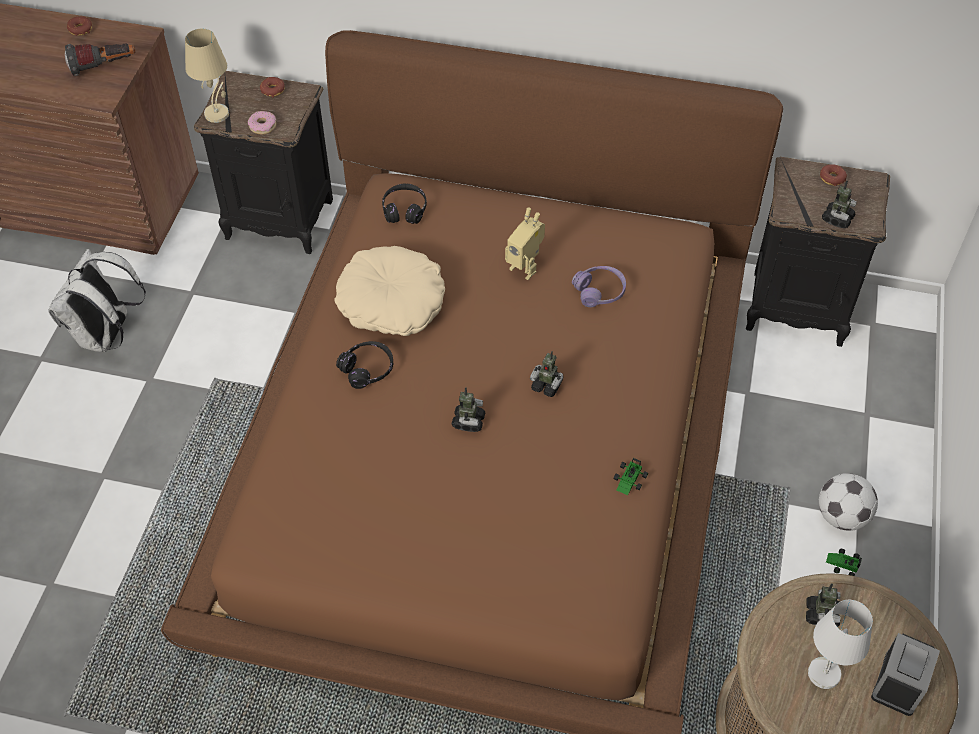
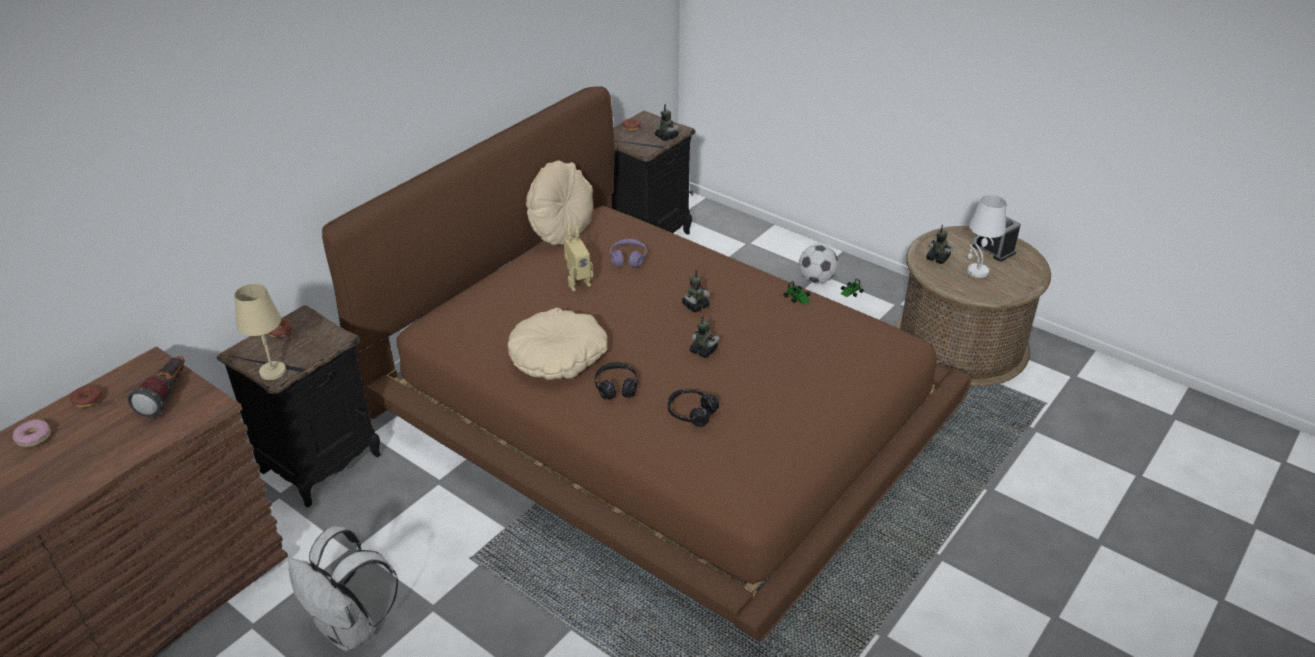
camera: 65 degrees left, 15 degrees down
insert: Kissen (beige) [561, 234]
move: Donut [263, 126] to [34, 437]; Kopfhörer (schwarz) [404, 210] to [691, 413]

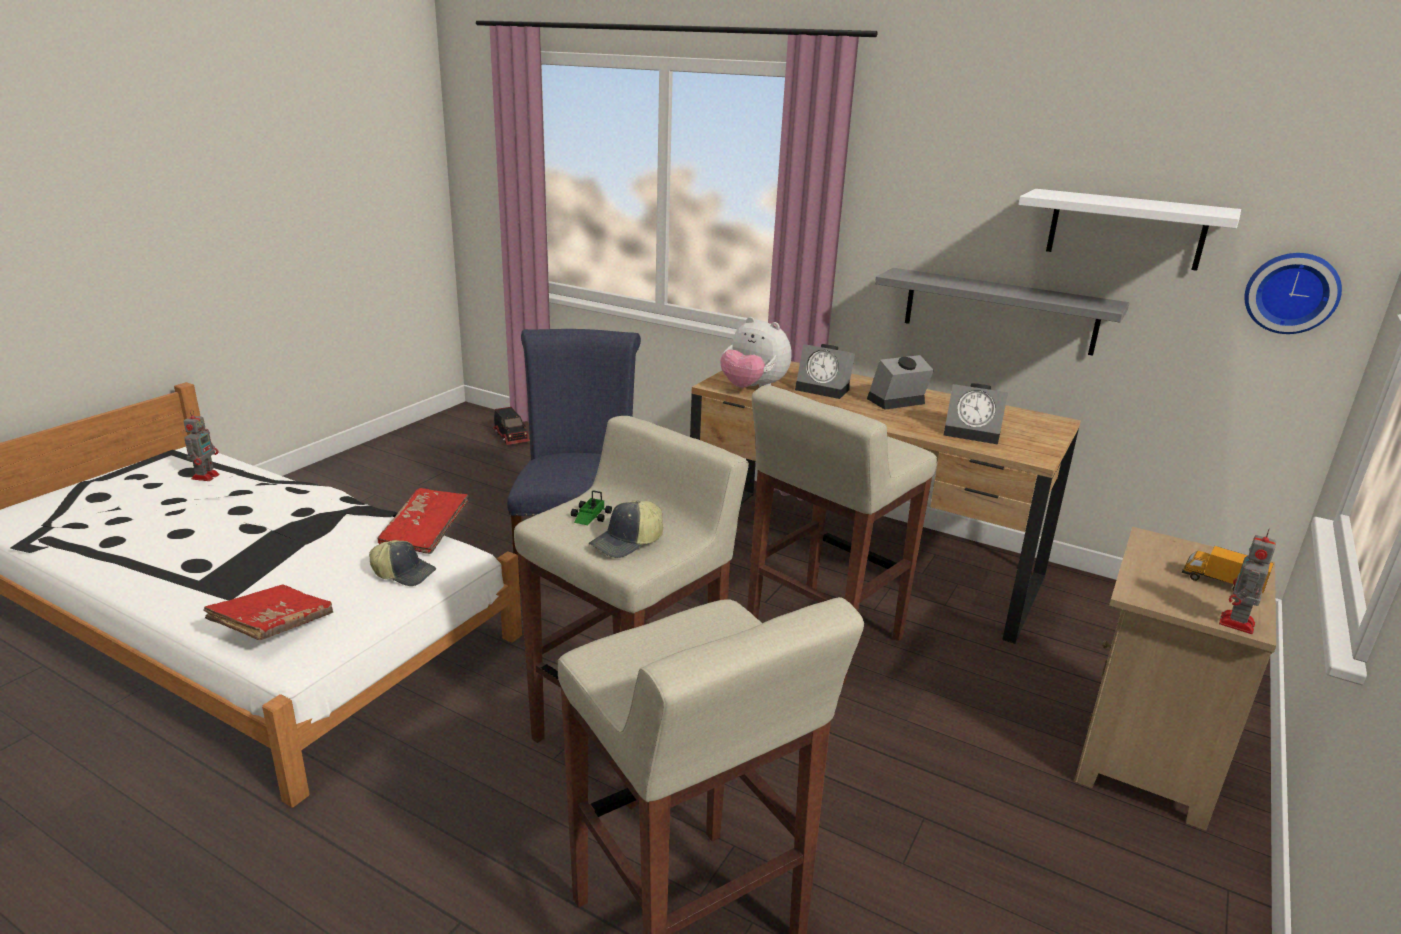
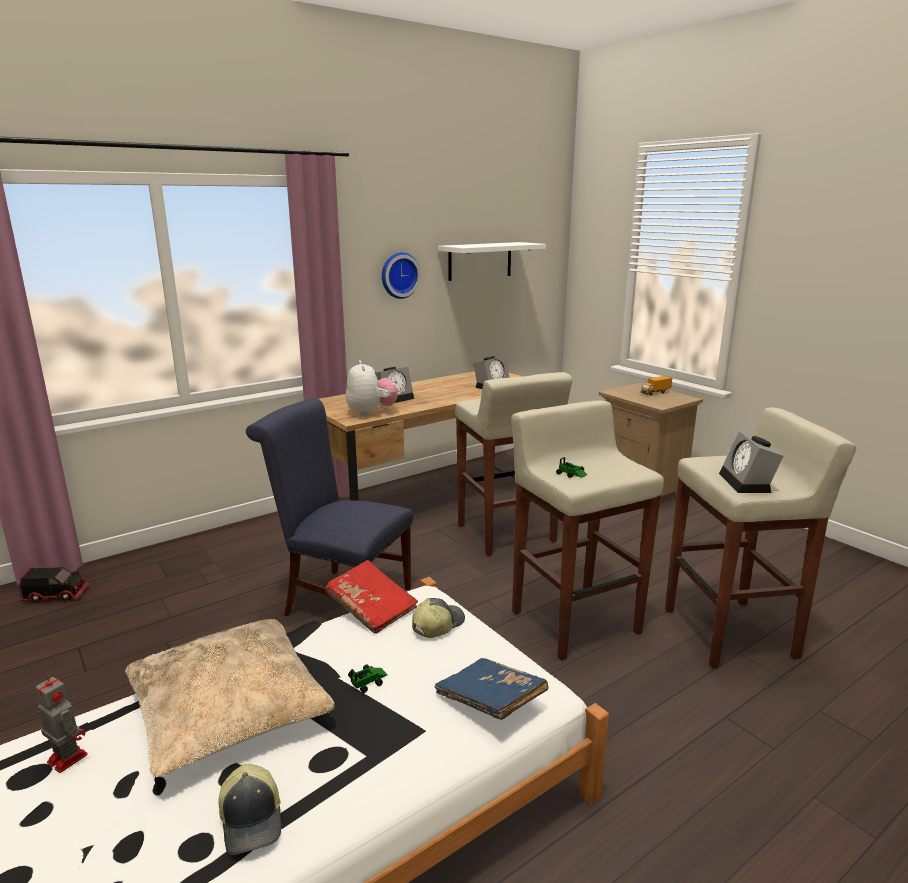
camera: 65 degrees left, 5 degrees down
delete: Wandregal (grau) [999, 311]; Spielzeugroboter [1236, 624]
insert: Kissen (beige) [229, 708]; Spielzeugauto [369, 679]
move: Wanduhr [1291, 292] to [399, 275]; Wecker [896, 402] to [748, 483]; Kappe [628, 543] to [253, 819]
recolor: Buch (rot) [273, 626] to Buch (blau) [490, 701]
rotate: Plüschtier [753, 388] = [371, 412] 75 degrees counterclockwise

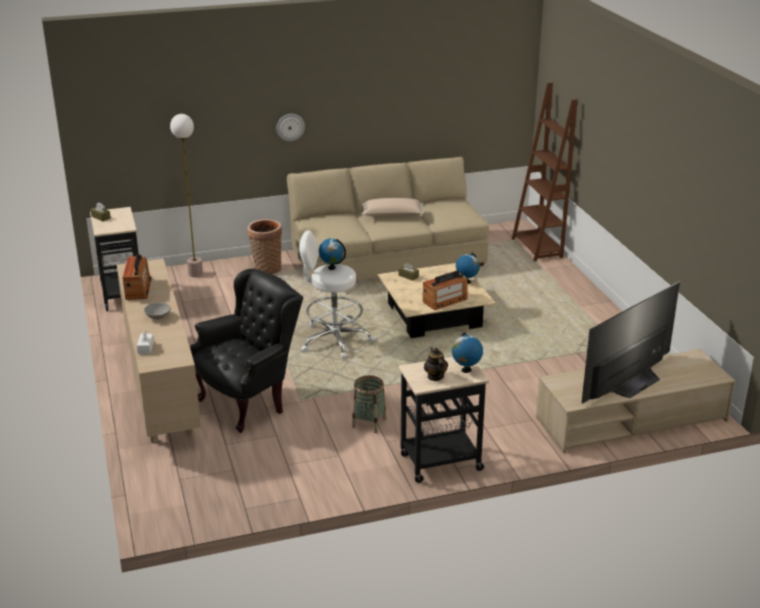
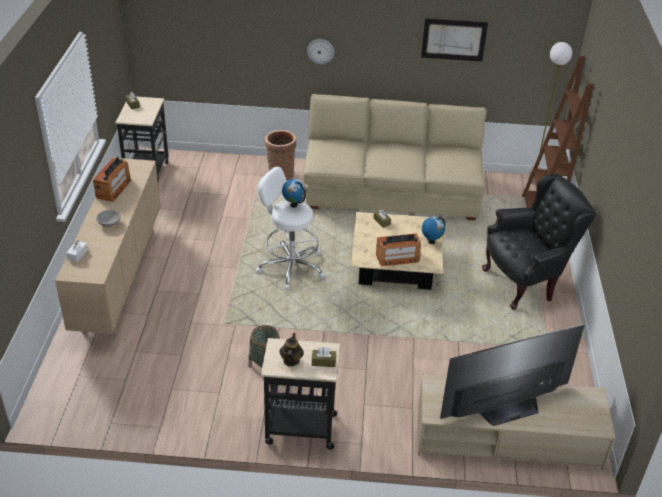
camera: 20 degrees right, 10 degrees up
delete: Kissen (beige) [392, 216]
insert: Bild [454, 39]
move: Stehlampe [195, 273] to [534, 181]; Sessel (schwarz) [249, 402] to [525, 283]
replace: Globus [466, 370] to Taschentuchbox (braun) [323, 362]

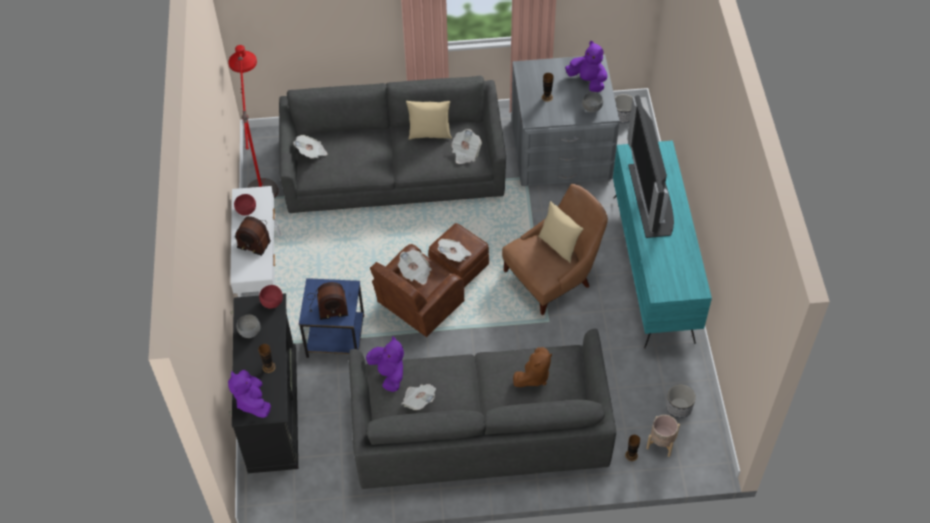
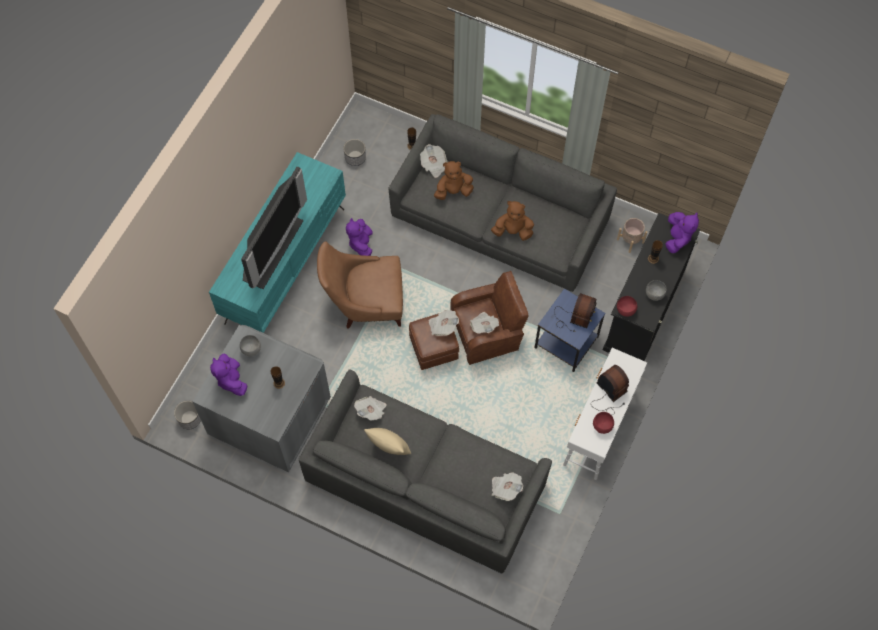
camera: 150 degrees left, 10 degrees up
delete: Stehlampe (rot) [262, 174]; Kissen (beige) [559, 245]
insert: Plüschtier (braun) [513, 231]
move: Plüschtier (lila) [389, 374] to [361, 244]; Zeitung [418, 400] to [434, 165]; Pflanzkübel (beige) [661, 442] to [630, 240]
rotate: Radio [327, 304] = [574, 317] 90 degrees clockwise

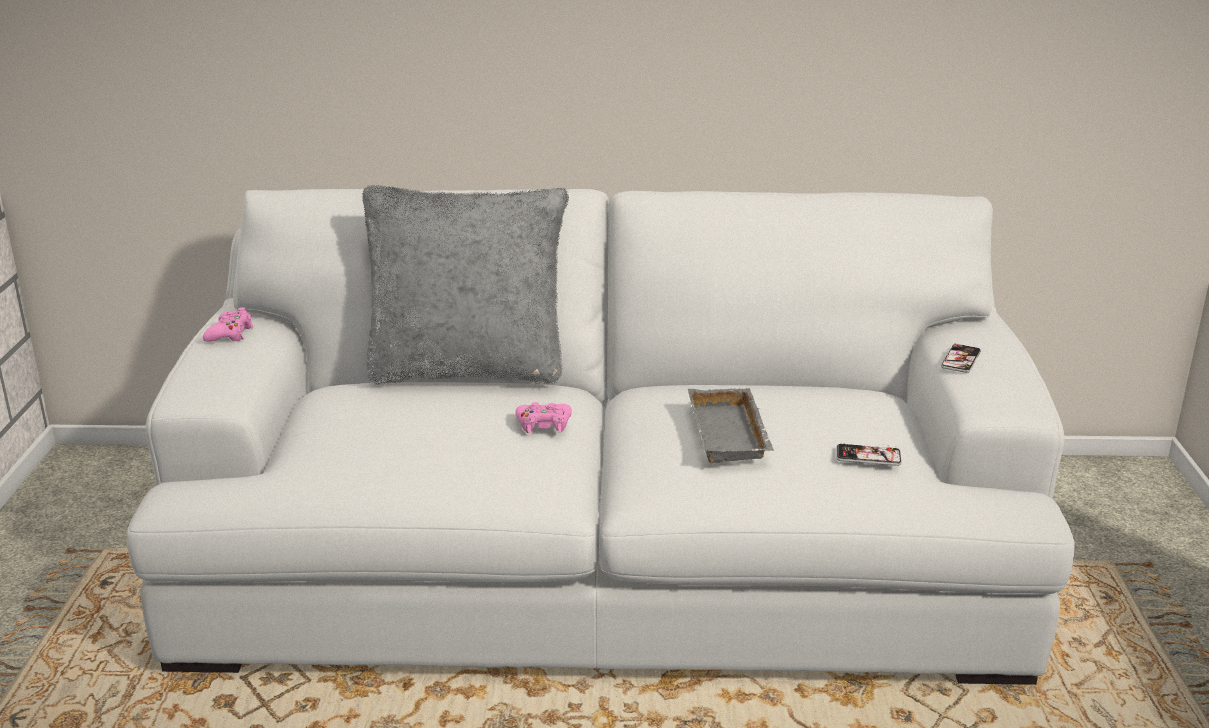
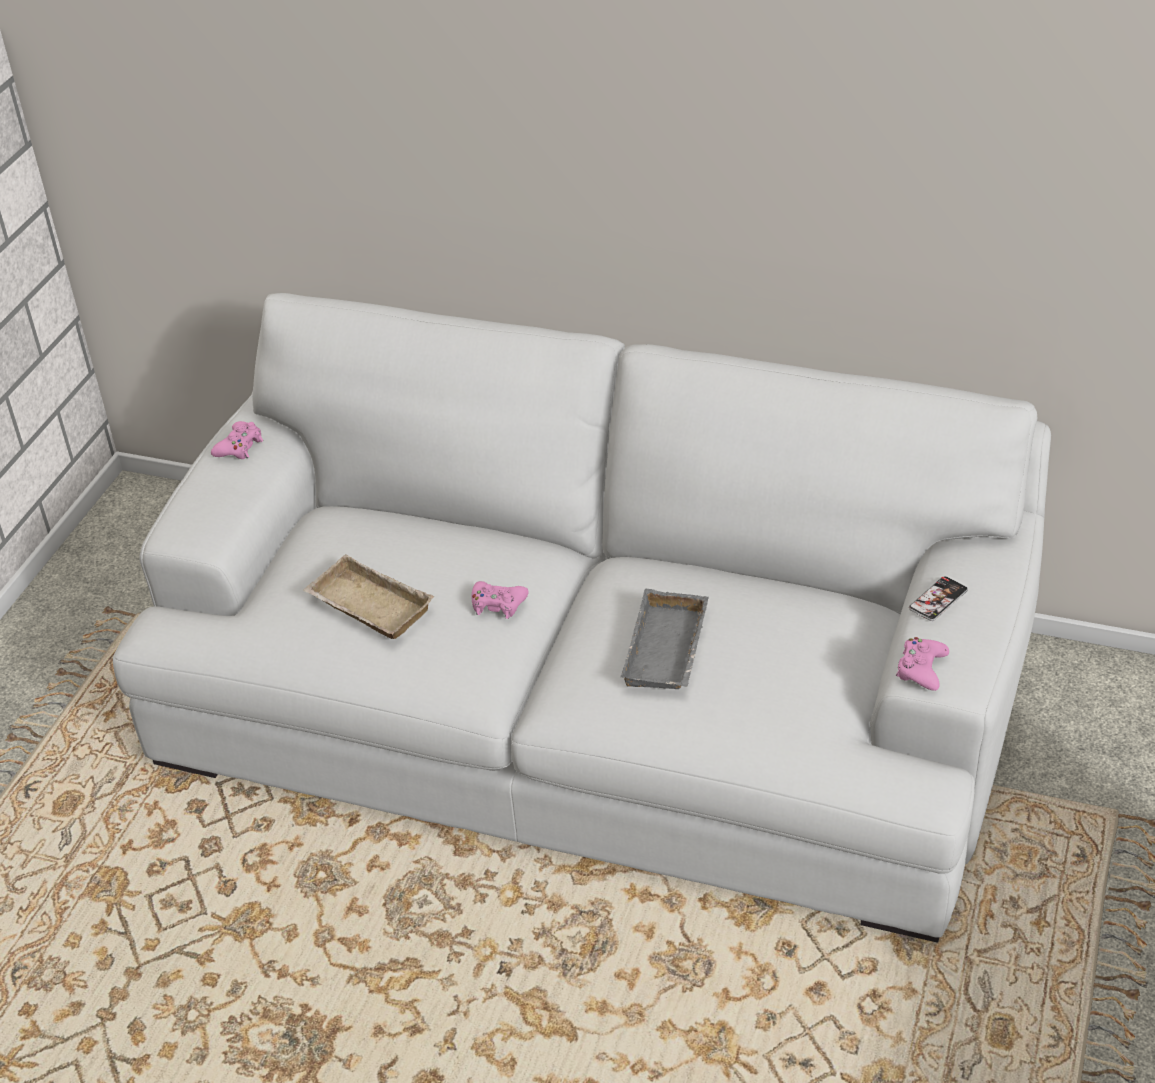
camera: 20 degrees right, 15 degrees up
delete: Kissen (grau) [469, 375]; Handy [868, 456]
insert: Tablett (beige) [366, 607]; Gamepad (rosa) [921, 669]

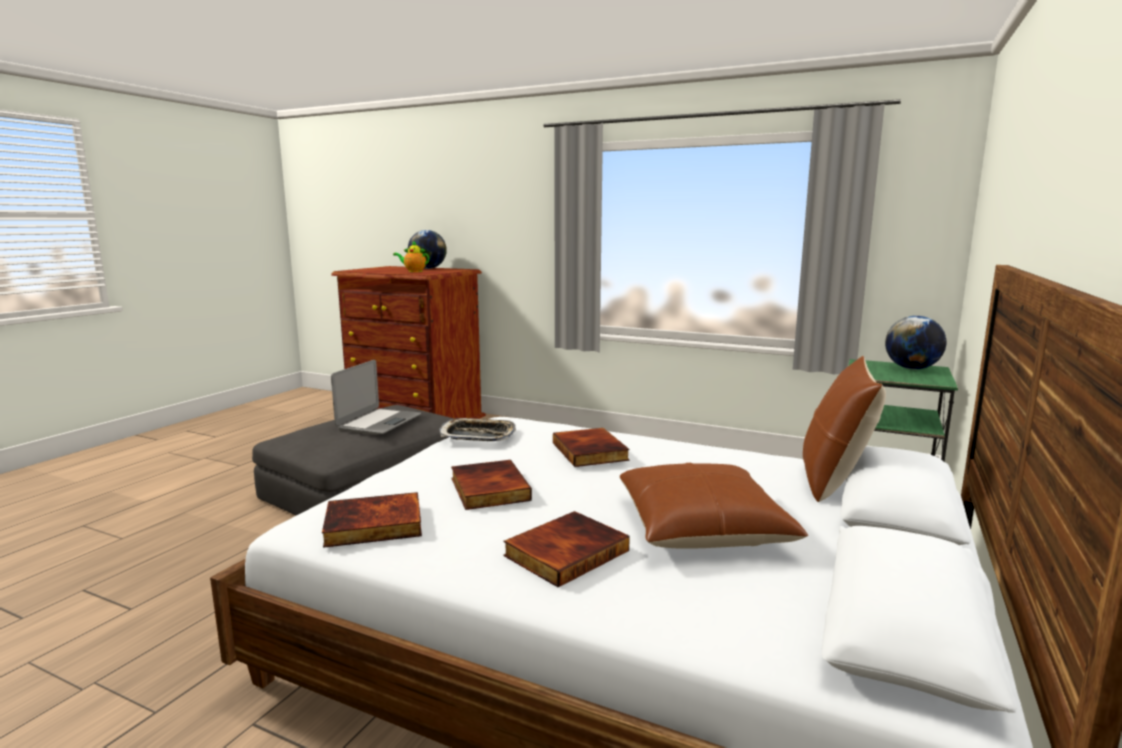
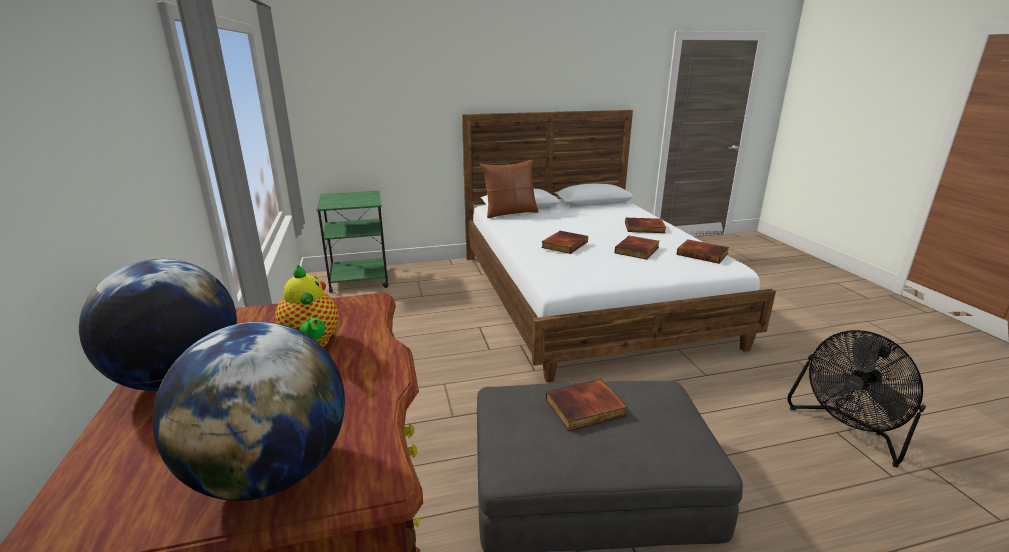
camera: 130 degrees left, 10 degrees up
delete: Tablett [477, 435]; Kissen (braun) [702, 527]
insert: Ventilator (schwarz) [846, 426]
move: Globus [912, 368] to [270, 472]
replace: Laptop [379, 422] to Buch [585, 408]

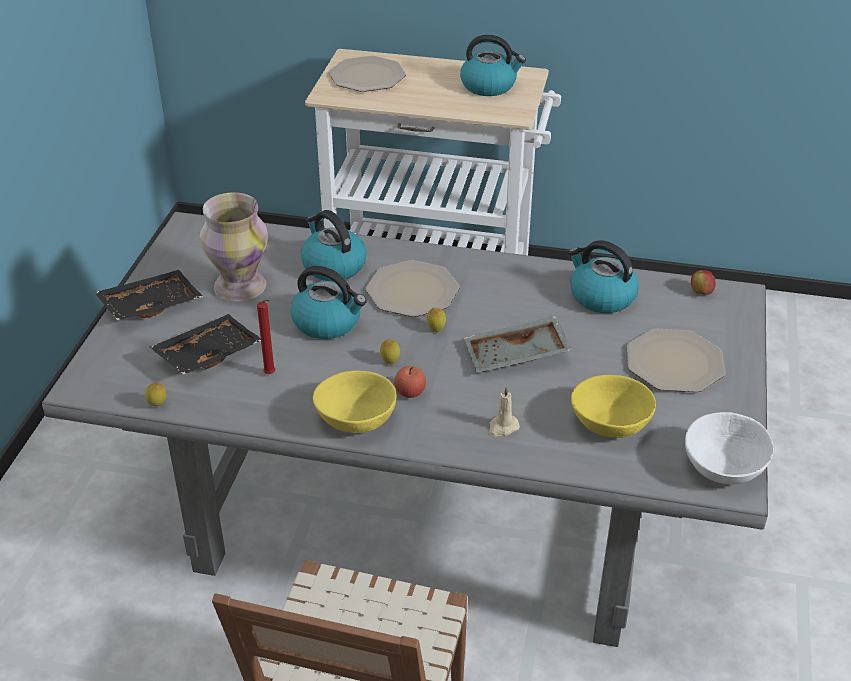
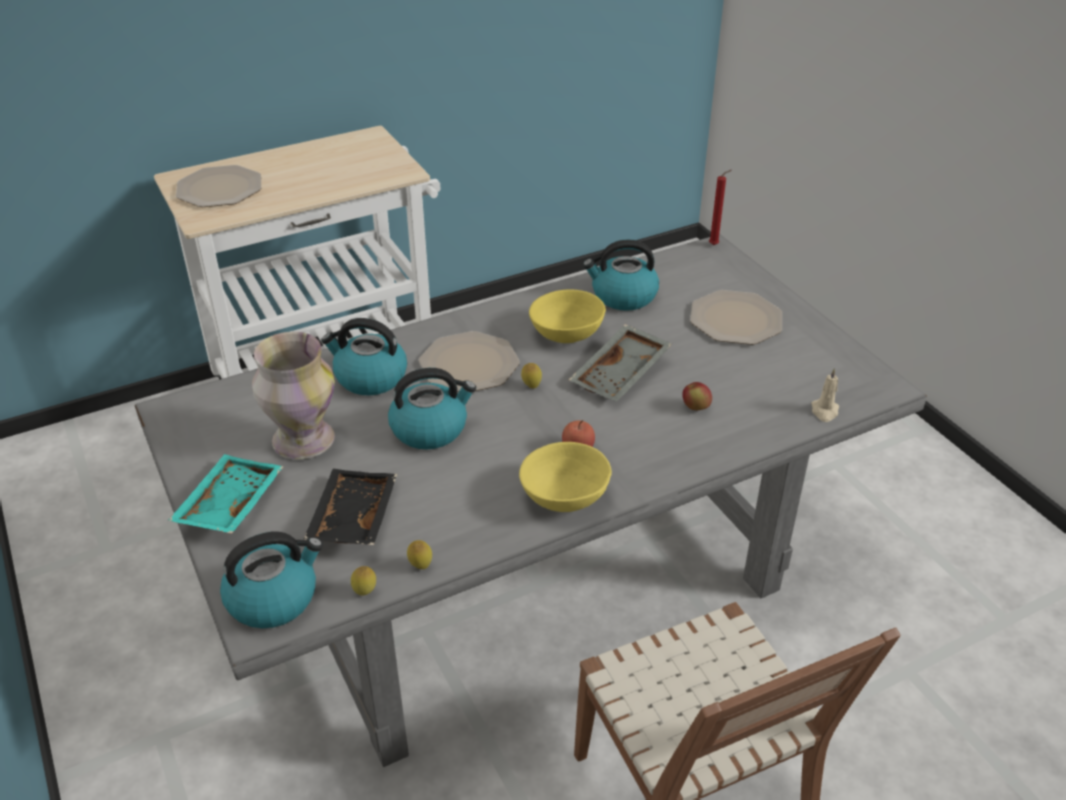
camera: 40 degrees left, 0 degrees up
delete: Schüssel (weiß) [723, 466]
move: Wasserkessel [489, 86] to [273, 598]; Apfel [701, 292] to [695, 407]; Kerze (rot) [271, 375] to [715, 245]; Zitrone [390, 362] to [420, 566]; Schüssel (gelb) [611, 425] to [568, 334]; Kerze (beige) [502, 427] to [824, 411]
recolor: Tablett (schwarz) [150, 304] to Tablett (türkis) [228, 504]

